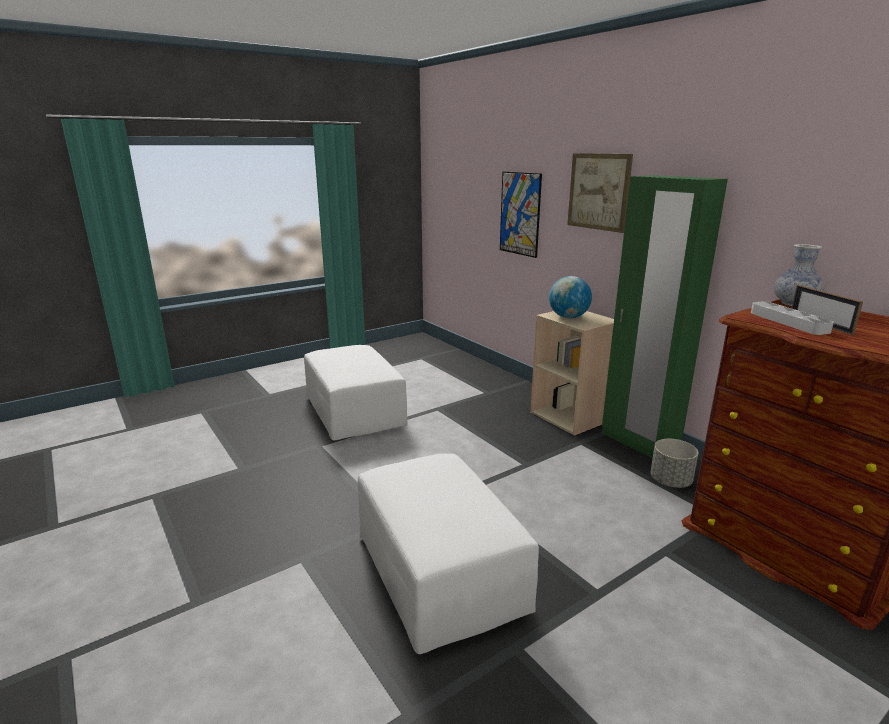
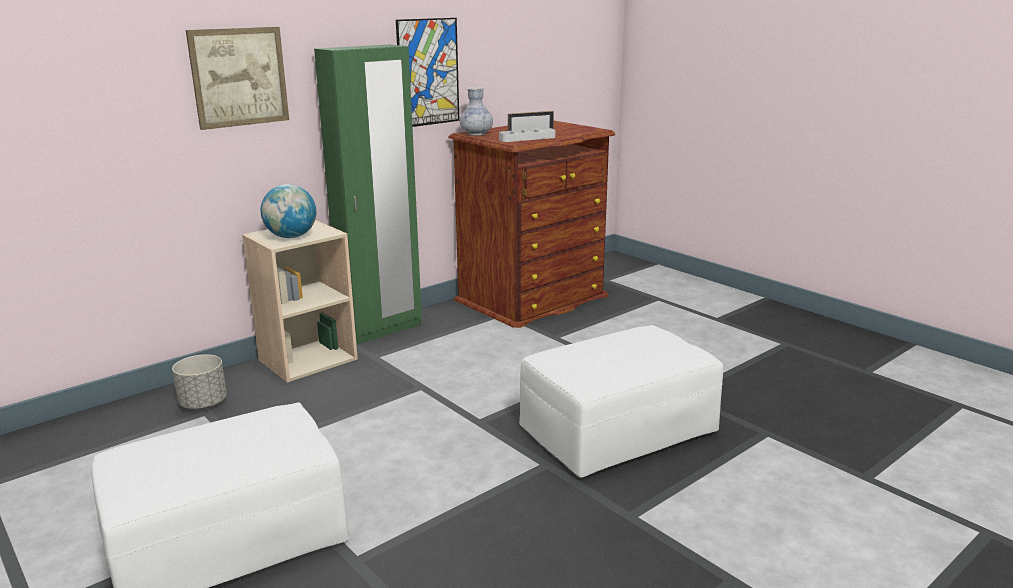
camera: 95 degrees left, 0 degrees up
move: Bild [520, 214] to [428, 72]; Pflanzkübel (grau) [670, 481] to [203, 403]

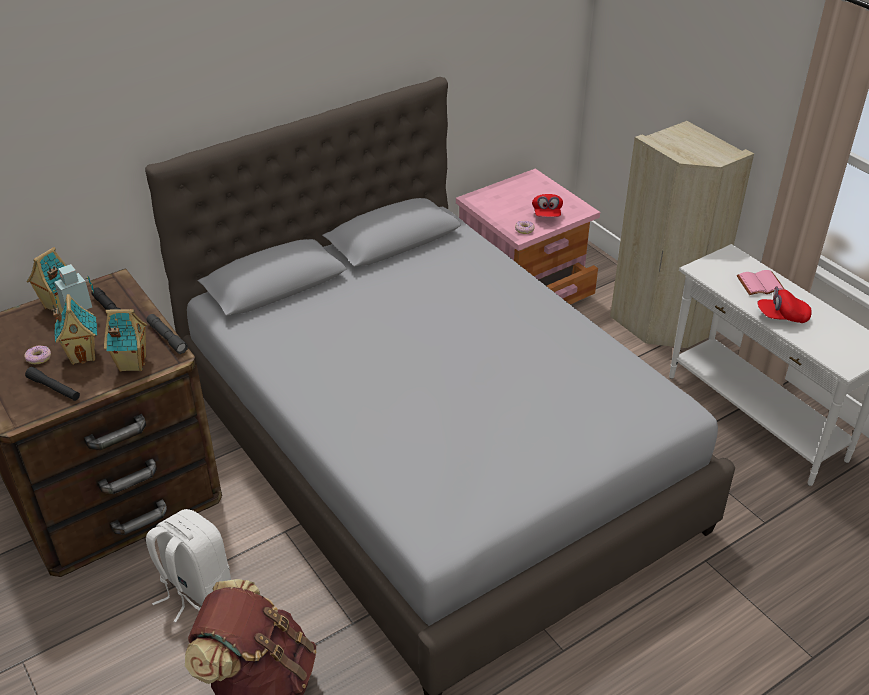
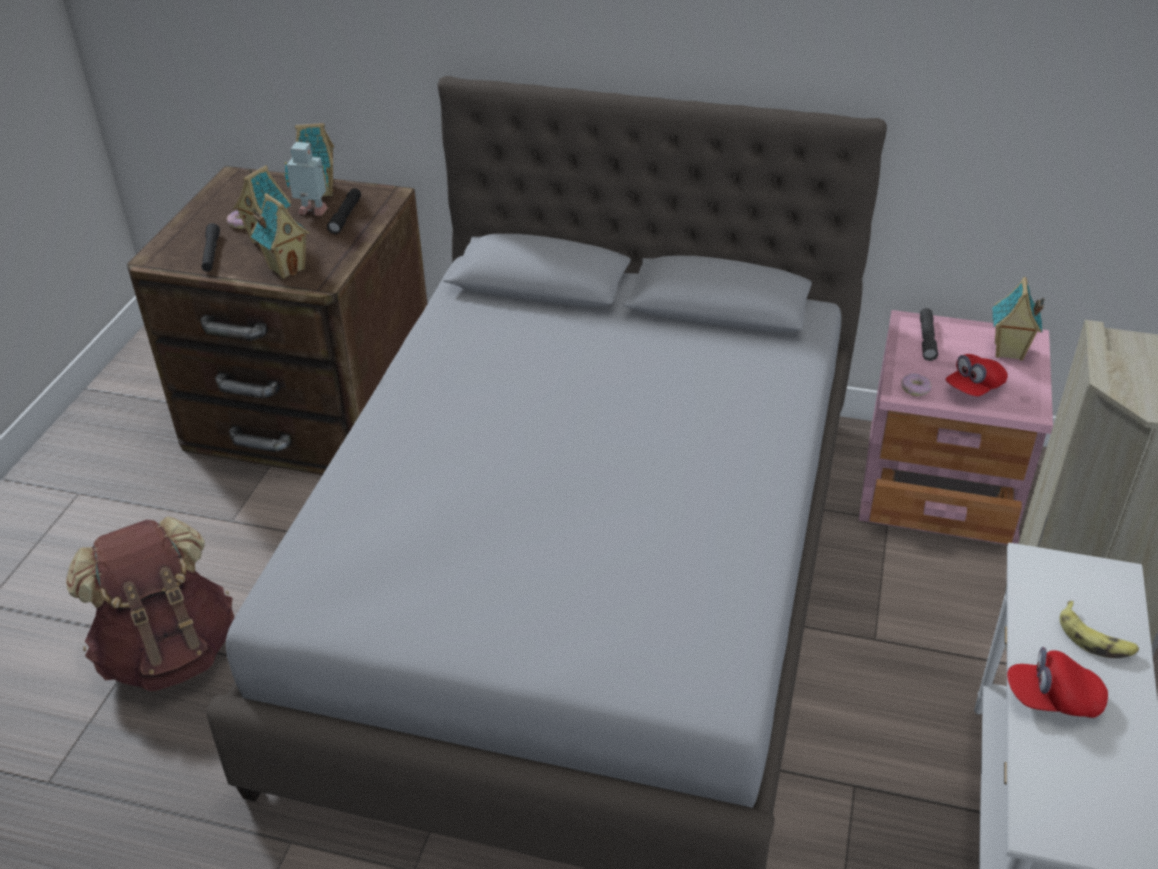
camera: 50 degrees right, 0 degrees up
delete: Rucksack (weiß) [194, 589]
insert: Spielzeughaus [1008, 352]
move: Taschenlampe (grau) [167, 338] to [927, 339]
replace: Buch (rosa) [760, 283] to Banane [1095, 638]
rotate: Kappe (rot) [782, 317] = [1052, 699] 45 degrees counterclockwise

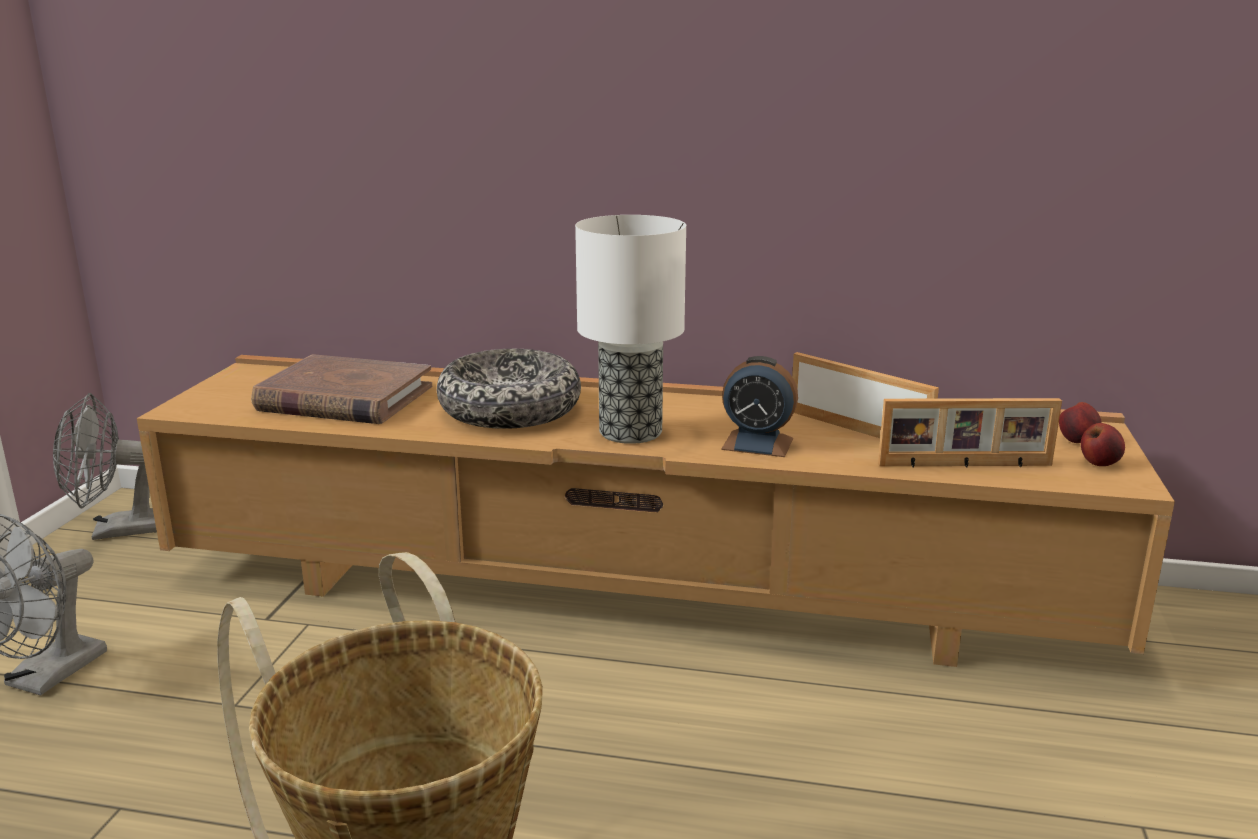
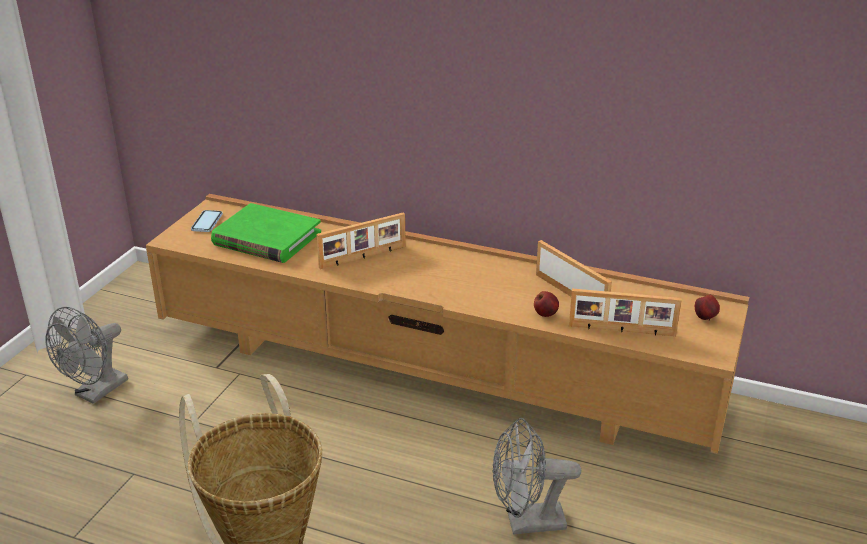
camera: 10 degrees right, 10 degrees up
delete: Tischlampe [629, 433]; Wecker [757, 444]
insert: Handy [207, 222]
move: Ventilator (grau) [117, 530] to [526, 523]; Apfel [1099, 464] to [545, 314]
replace: Schüssel [510, 410] to Bilderrahmen [363, 257]
recolor: Buch (braun) [344, 398] to Buch (grün) [266, 238]

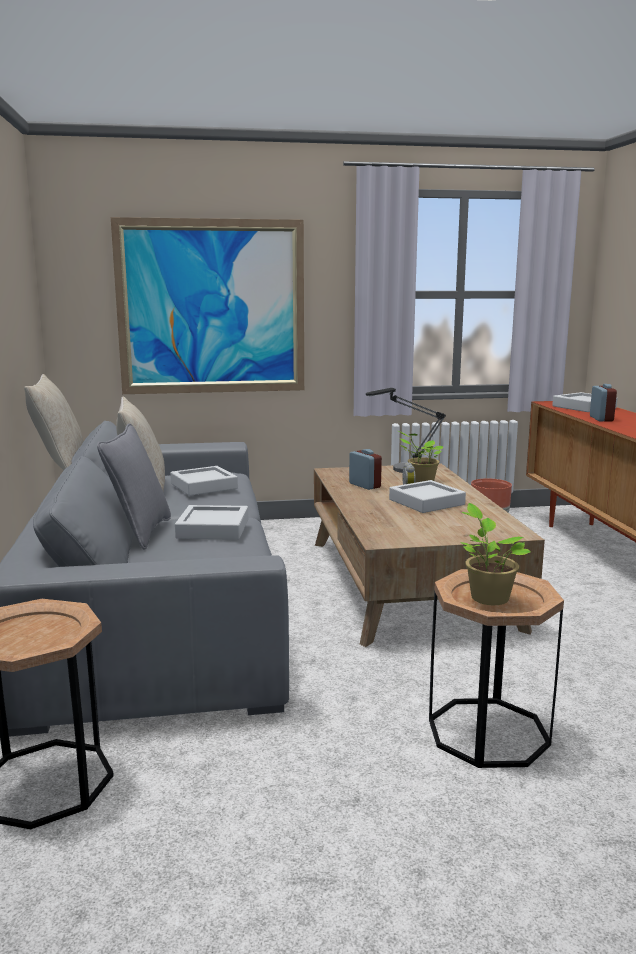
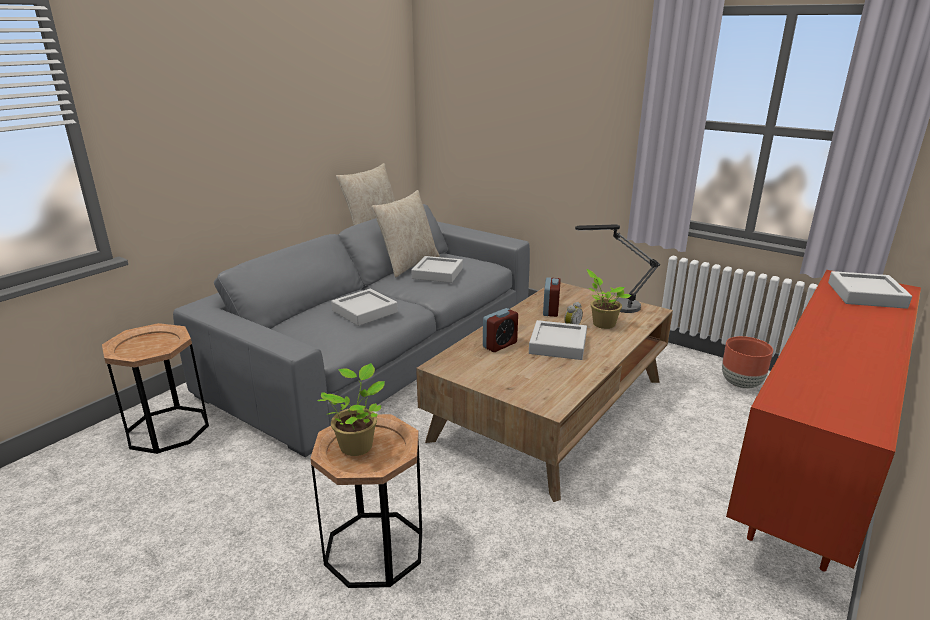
camera: 45 degrees right, 10 degrees up
delete: Bild [212, 307]; Kissen (grau) [140, 533]
move: Wecker [601, 419] to [500, 345]

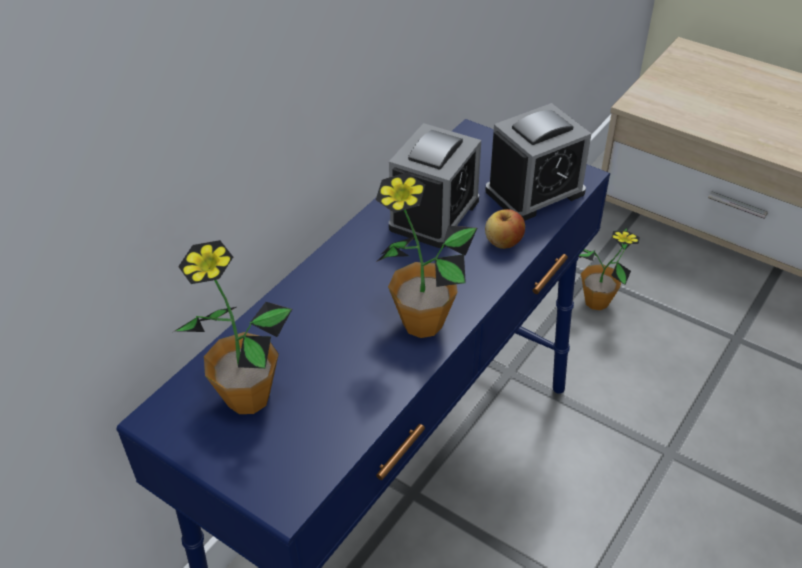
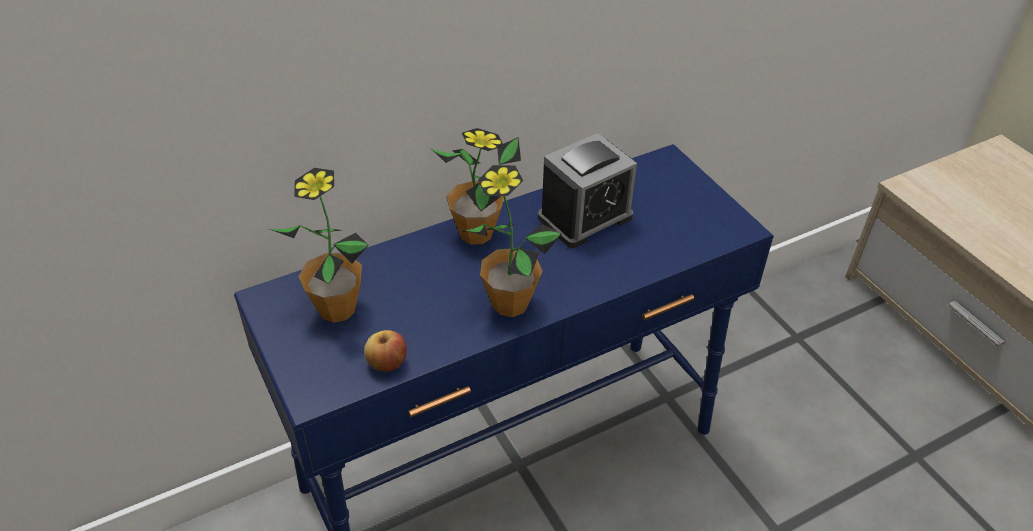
camera: 25 degrees right, 0 degrees up
delete: Wecker [535, 192]
move: Apfel [503, 242] to [387, 363]; Topfpflanze [596, 302] to [476, 233]

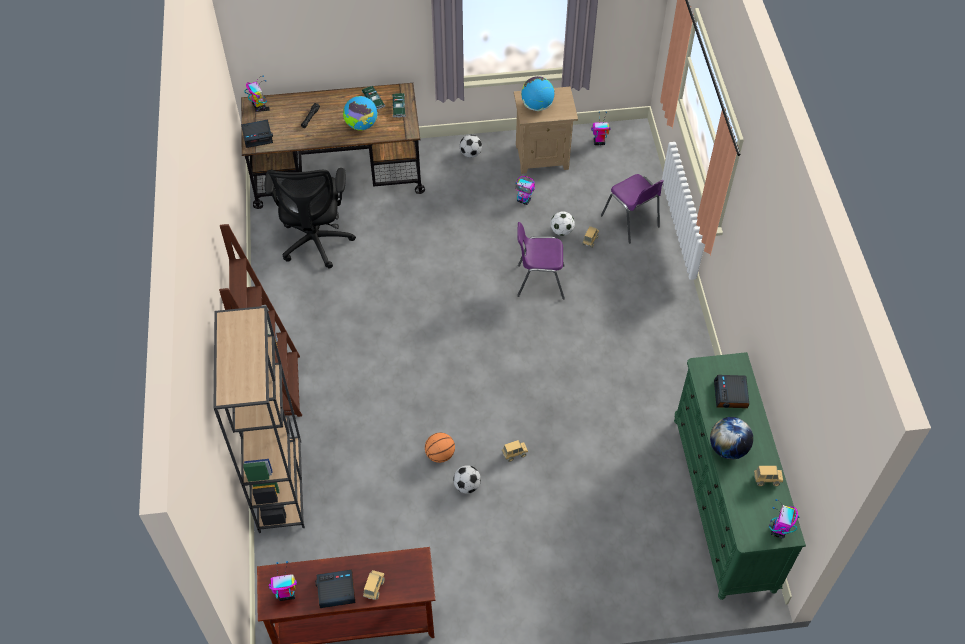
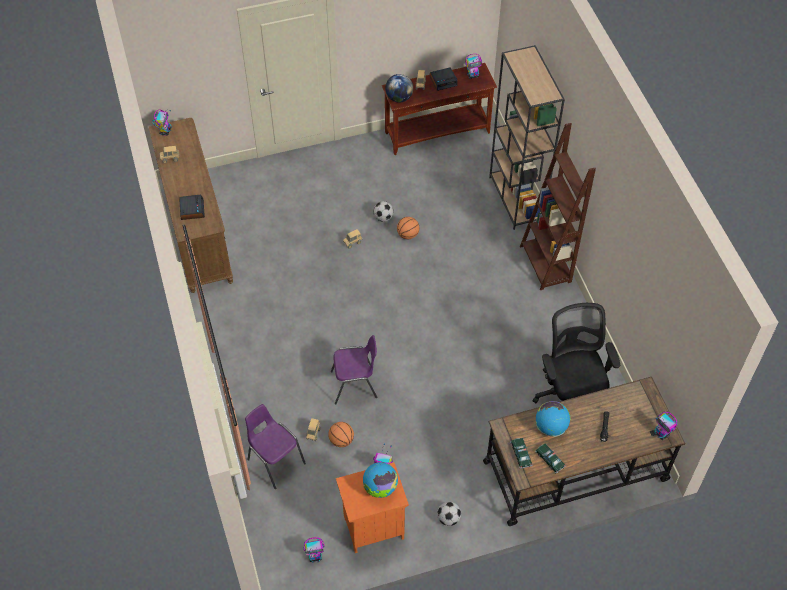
camera: 170 degrees right, 0 degrees up
delete: Wecker [258, 136]
move: Globus [728, 448] to [399, 98]
replace: Fußball [561, 231] to Basketball [341, 440]
recolor: Nachttisch (beige) [543, 158] to Nachttisch (orange) [372, 525]; Kommode (grün) [723, 504] to Kommode (braun) [196, 231]

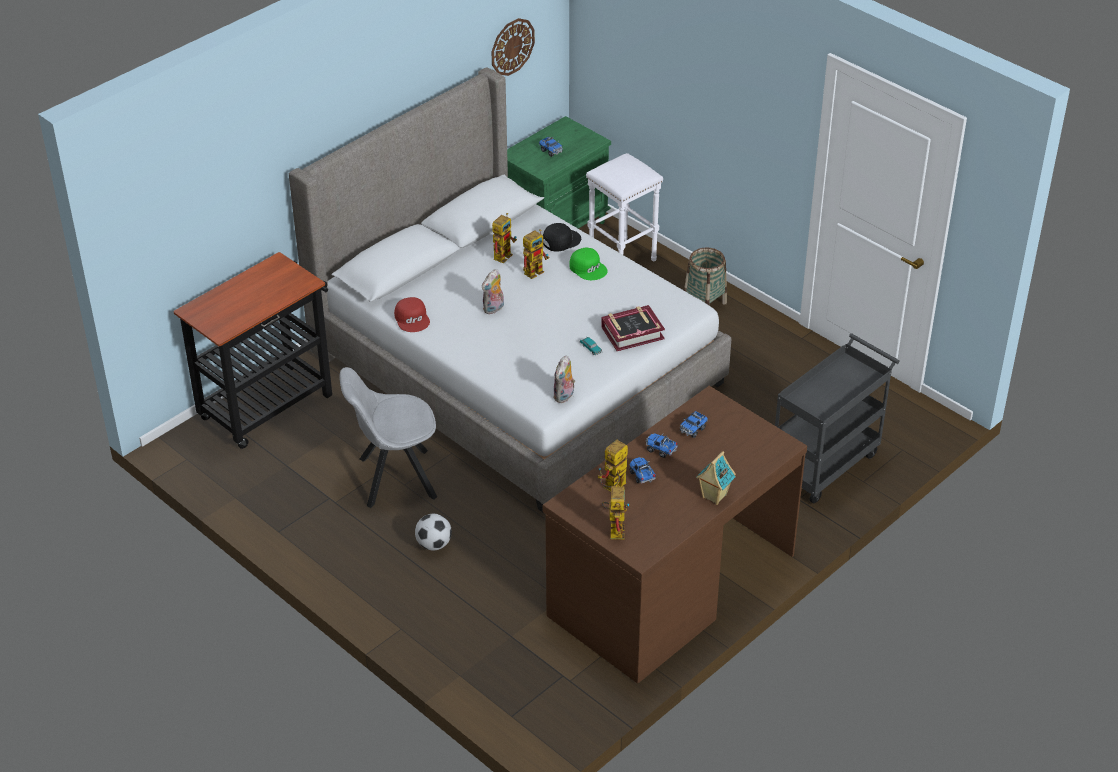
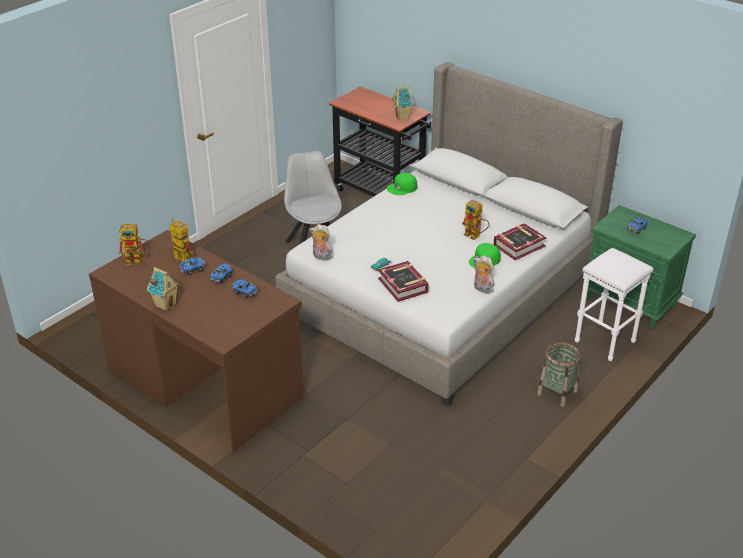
camera: 85 degrees right, 5 degrees down
delete: Wanduhr [512, 46]; Spielzeugroboter [503, 254]; Rollwagen (grau) [827, 467]; Fußball [434, 544]
insert: Spielzeughaus [402, 117]
move: Plüschtier [494, 309] to [482, 289]
replace: Kappe (schwarz) [561, 240] to Buch [518, 245]
recolor: Kappe (rot) [412, 318] to Kappe (grün) [402, 188]

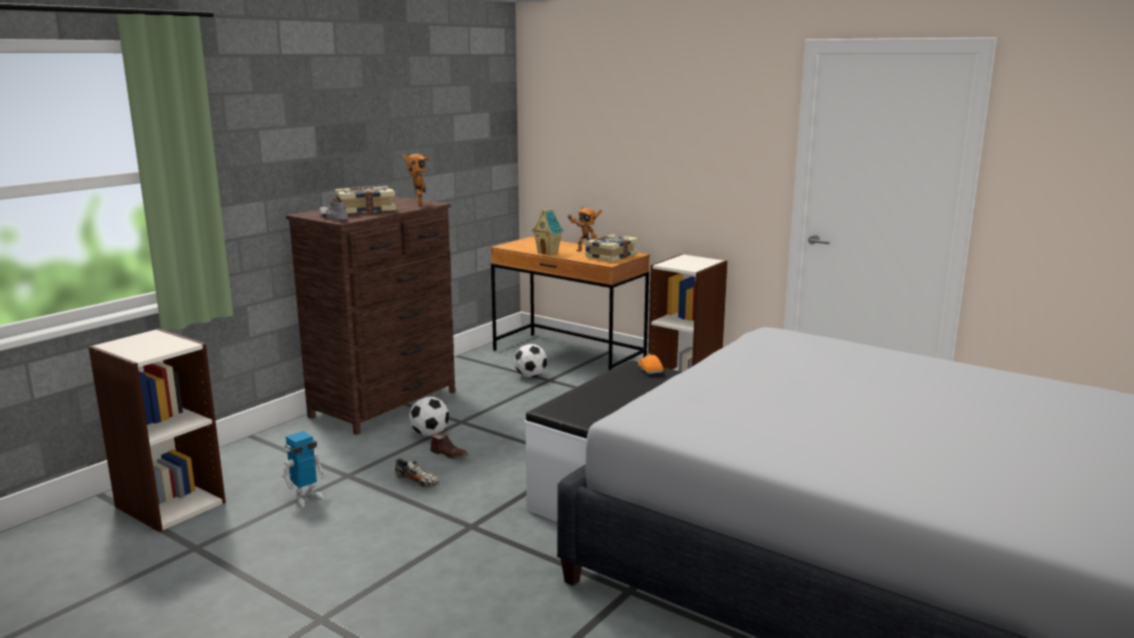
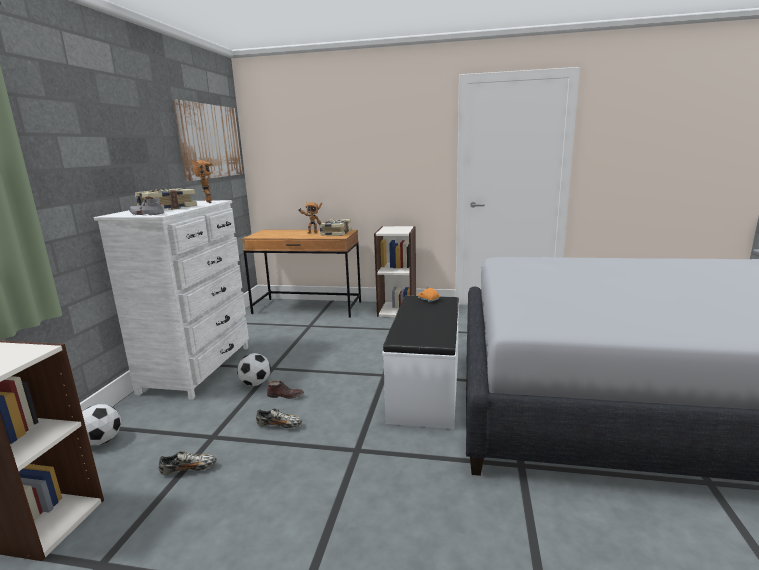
camera: 25 degrees left, 0 degrees up
delete: Spielzeughaus [548, 252]
insert: Bild [210, 141]
move: Fußball [530, 376] to [102, 441]
replace: Spielzeugroboter [306, 498] to Schuh [189, 469]
recolor: Kommode (braun) [386, 404] to Kommode (weiß) [199, 369]

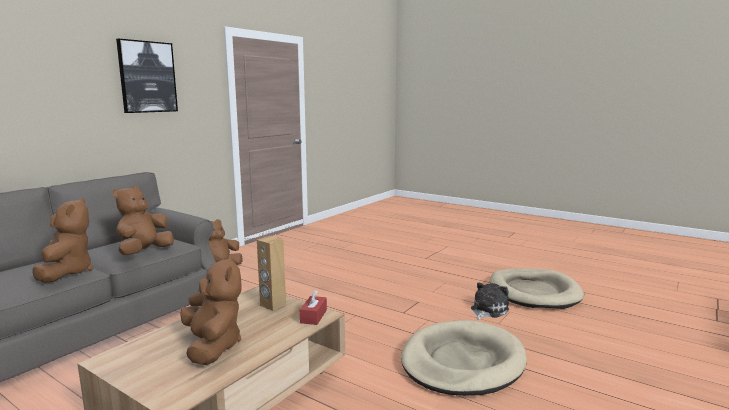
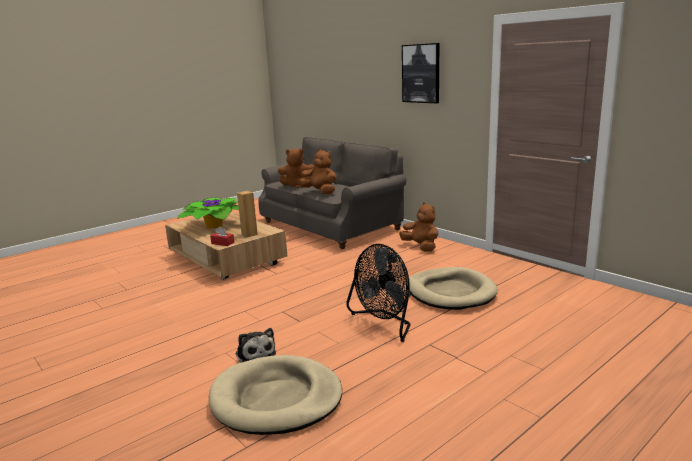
camera: 105 degrees right, 5 degrees up
insert: Ventilator (schwarz) [386, 321]
move: Hundebett (beige) [462, 362] to [450, 292]
replace: Plüschtier (braun) [212, 347] to Topfpflanze [213, 226]

